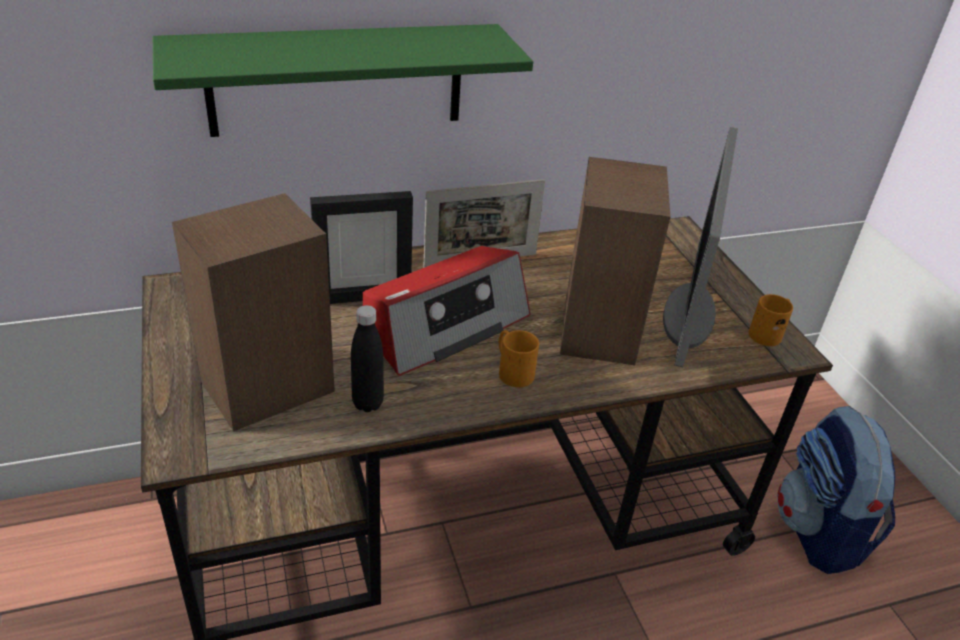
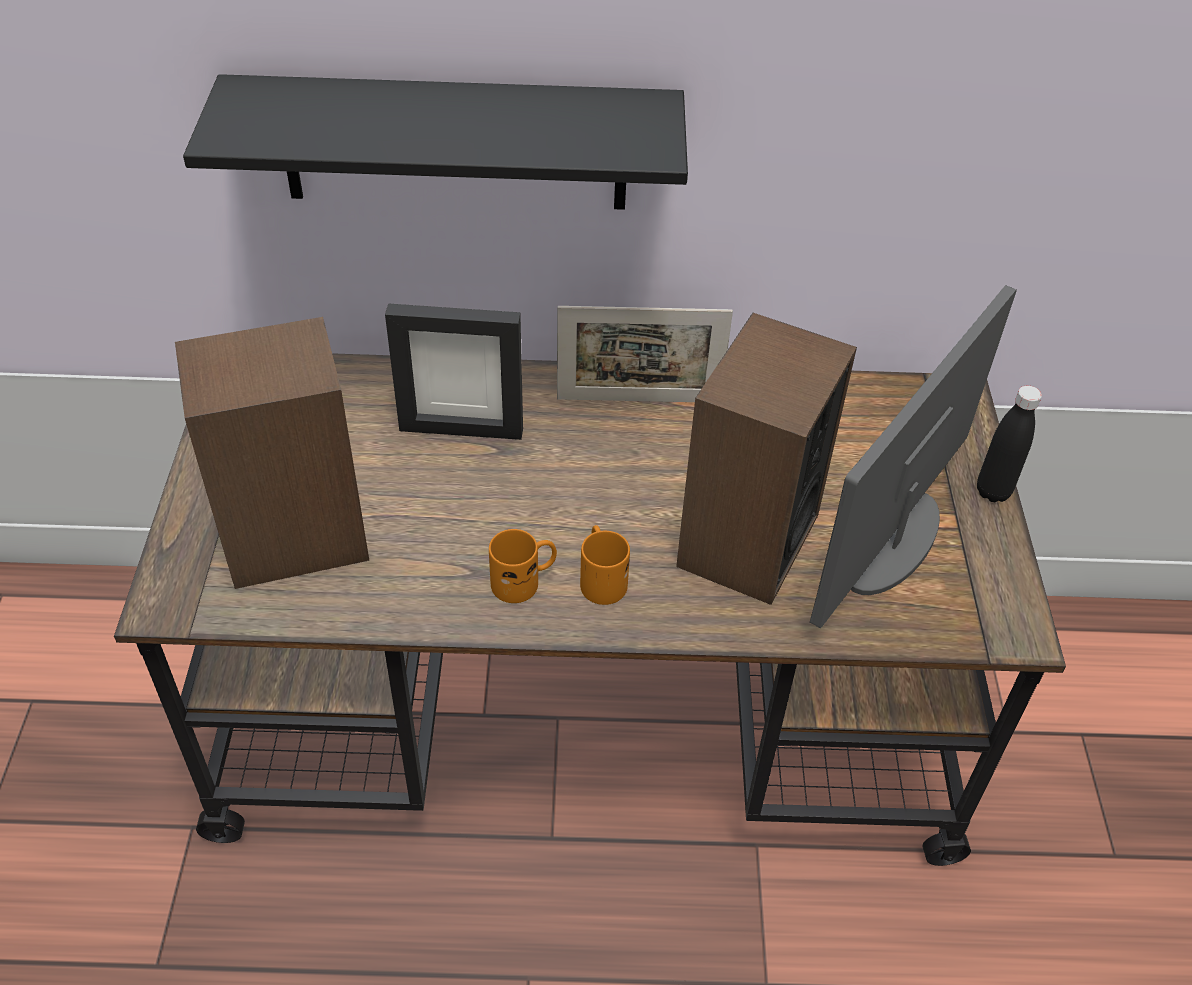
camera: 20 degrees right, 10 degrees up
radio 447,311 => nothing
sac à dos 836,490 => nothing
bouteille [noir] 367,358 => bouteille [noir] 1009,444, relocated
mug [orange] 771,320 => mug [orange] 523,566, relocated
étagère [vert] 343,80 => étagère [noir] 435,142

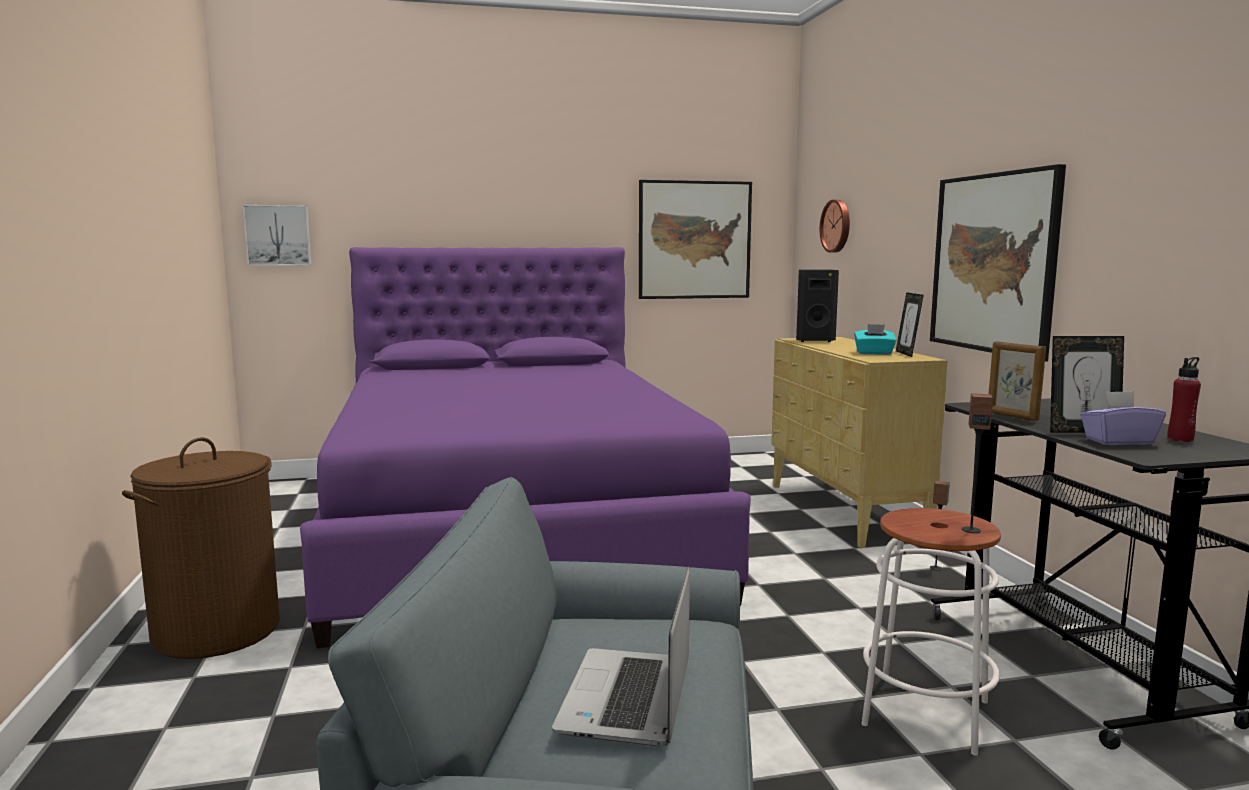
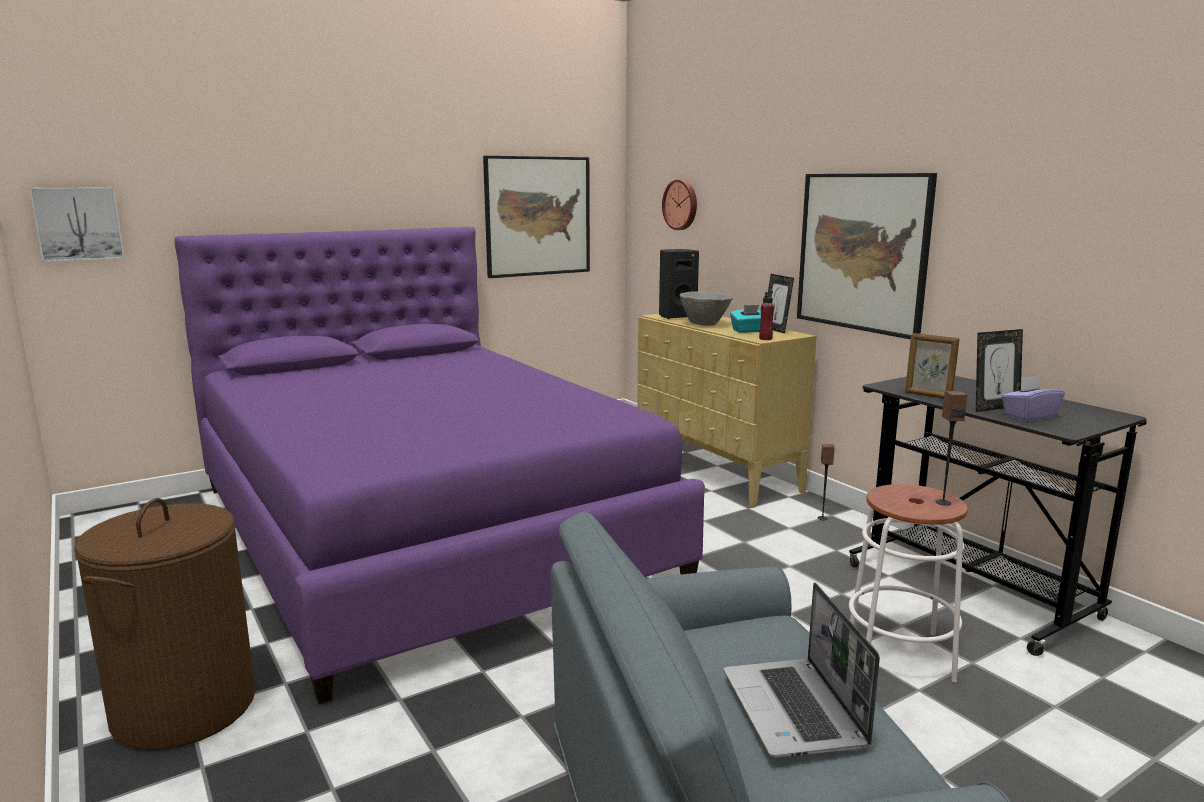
camera: 20 degrees left, 5 degrees up
nothing => bol [gris] 706,308
bouteille [rouge] 1184,399 => bouteille [rouge] 766,315, relocated

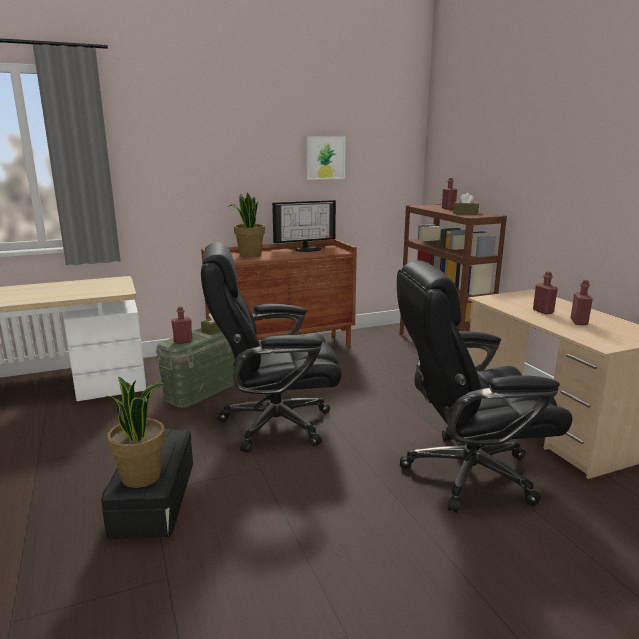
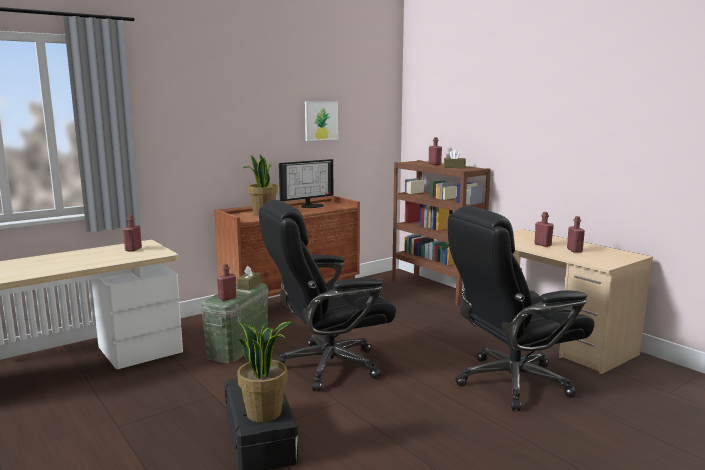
camera: 15 degrees left, 5 degrees down
nothing => bouteille [rouge] 132,233

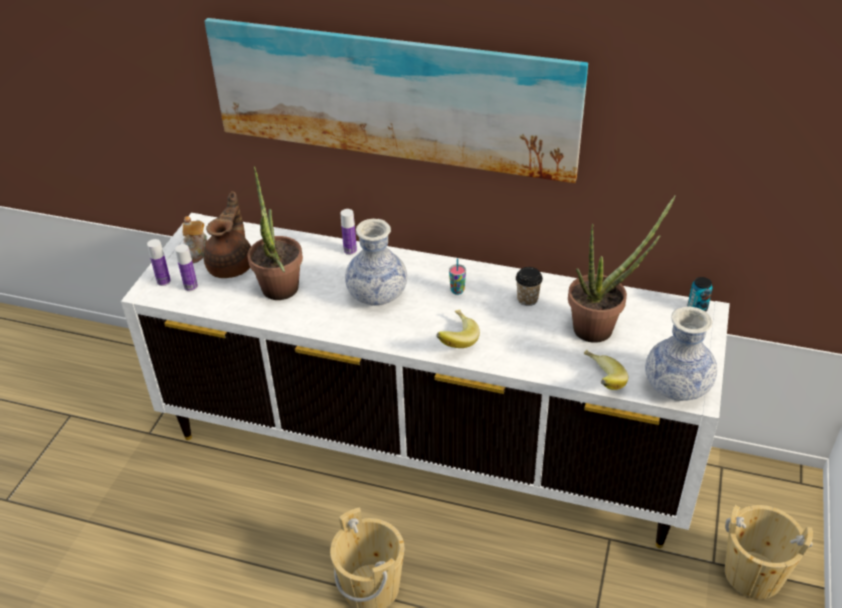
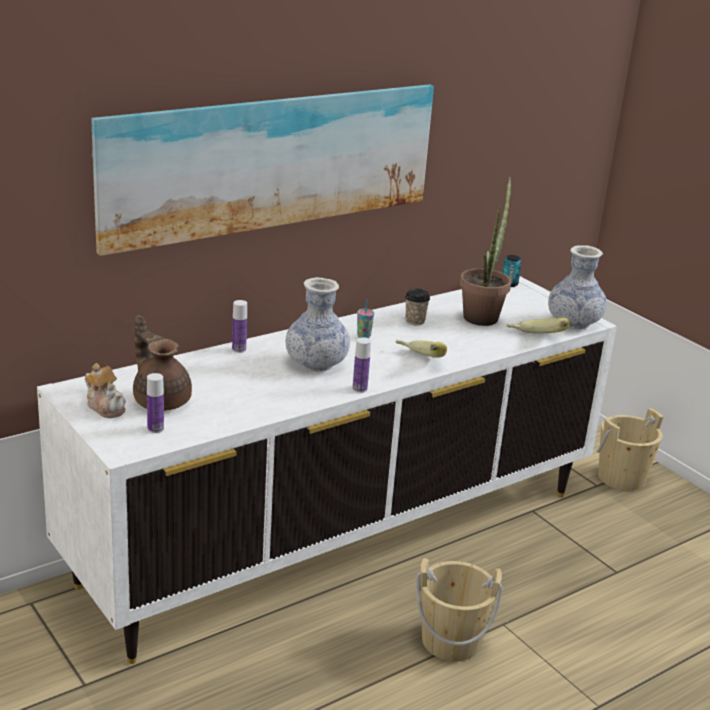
camera: 55 degrees left, 15 degrees down
plante en pot 275,233 => nothing
bouteille 159,262 => bouteille 362,365, relocated

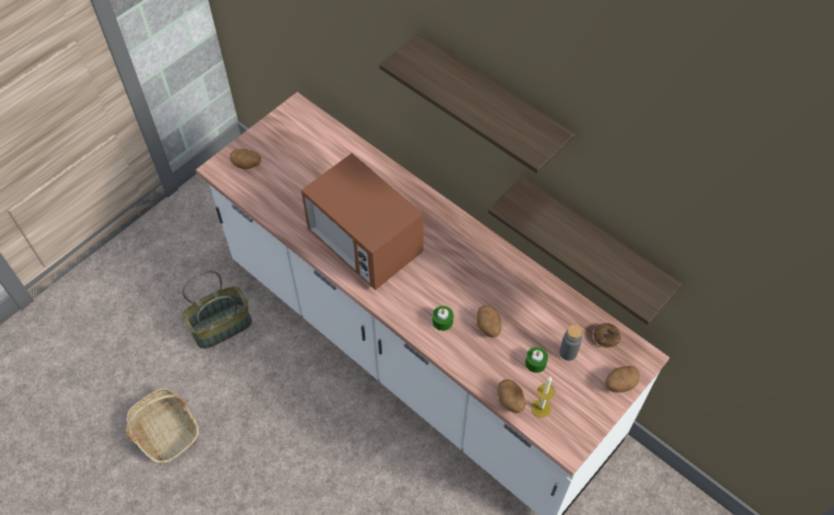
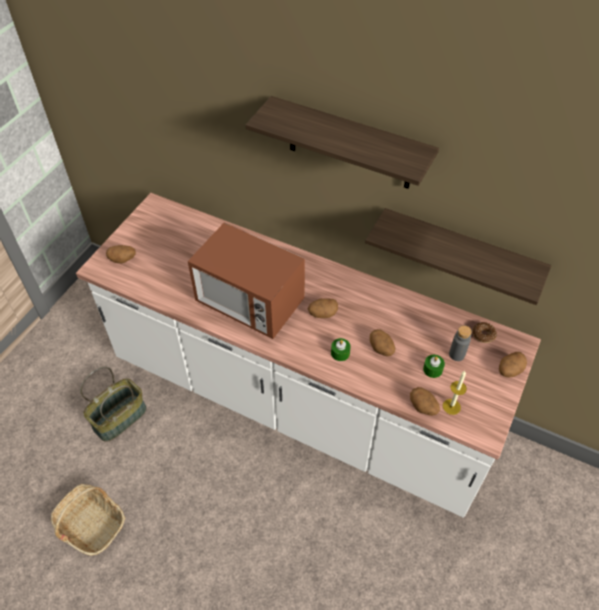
camera: 15 degrees left, 5 degrees down
nothing => pomme de terre 323,308

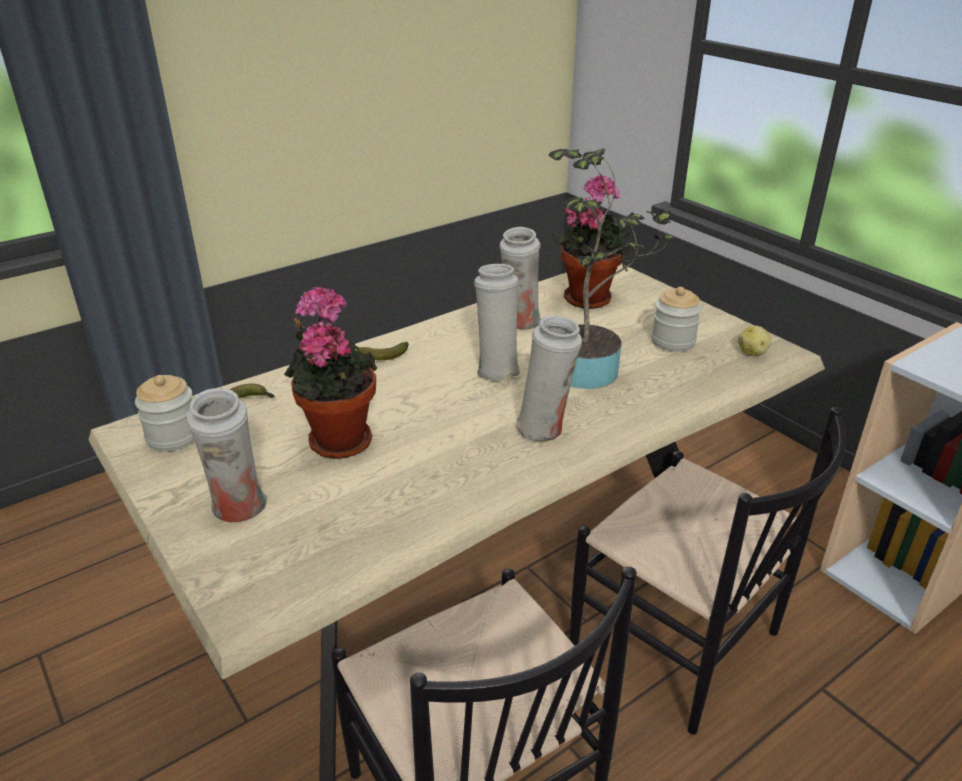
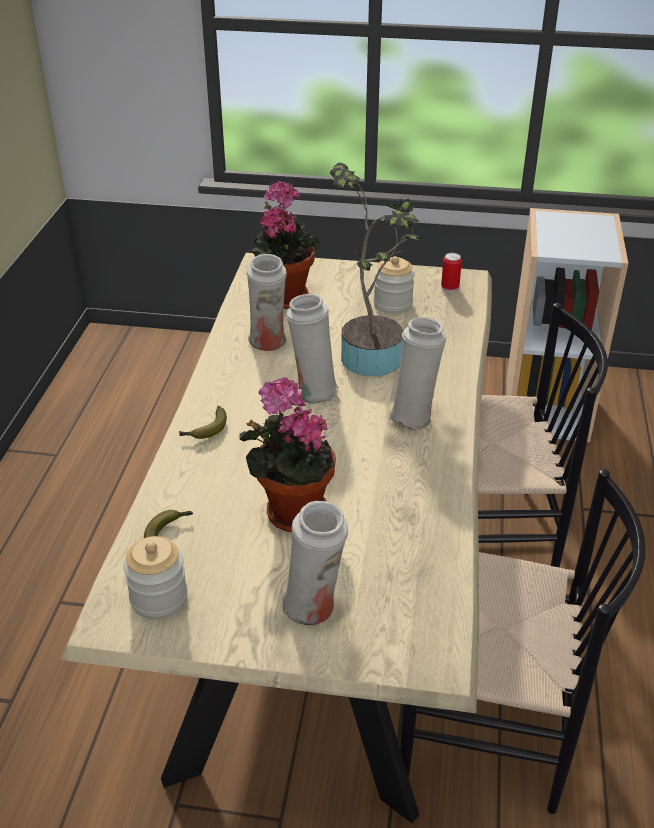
camera: 45 degrees left, 5 degrees up
pomme de terre 754,341 => boîte métallique 451,272

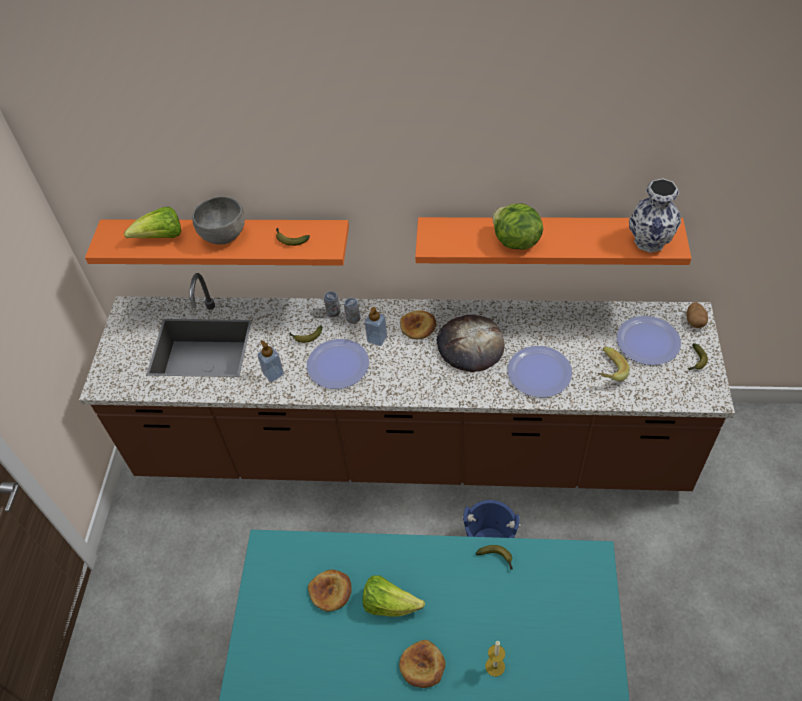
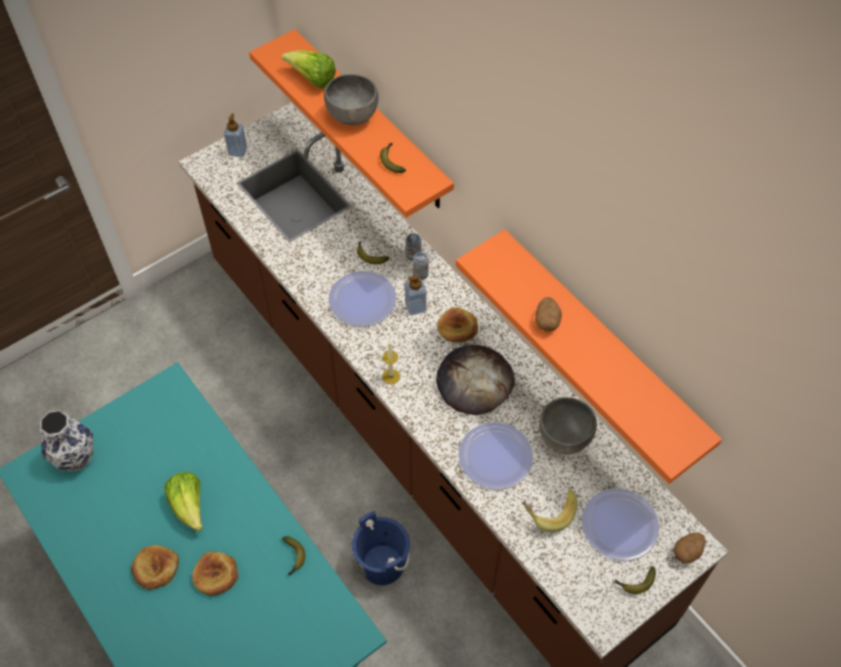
camera: 45 degrees right, 5 degrees up
nothing => bol [gris] 568,426
distributeur de savon 270,361 => distributeur de savon 235,135, relocated
pain 330,590 => pain 215,574, relocated
bougie 495,659 => bougie 391,362, relocated
vase 655,216 => vase 66,441, relocated
laitue 517,226 => pomme de terre 548,314

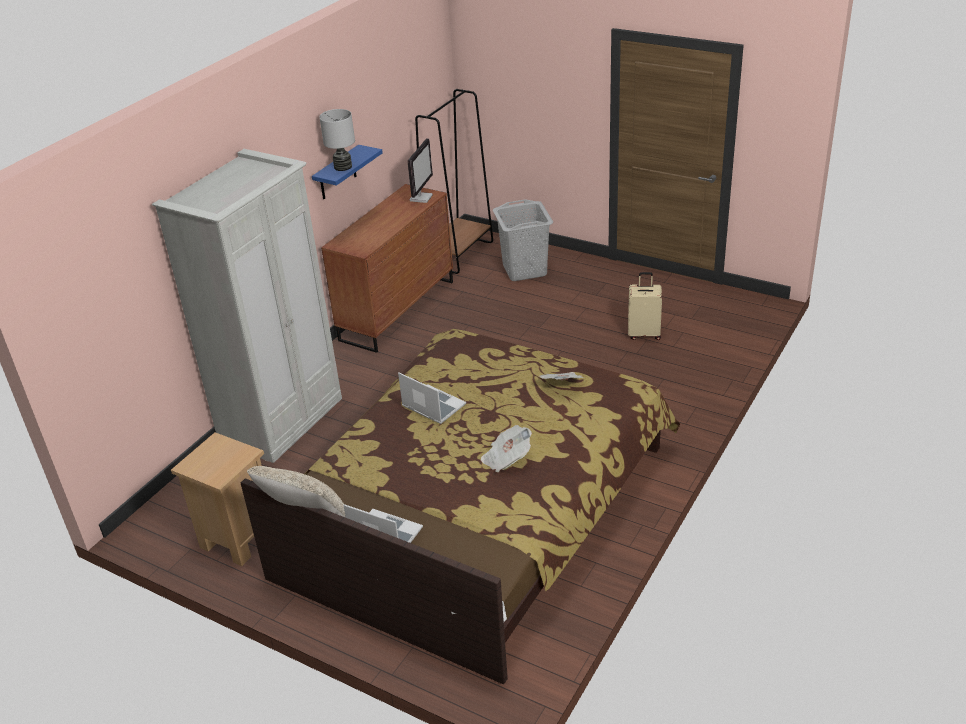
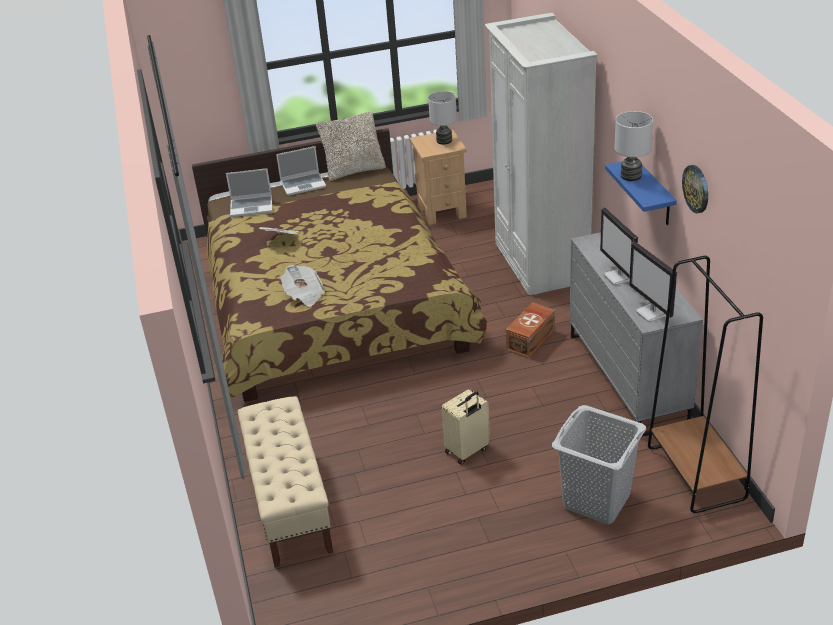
camera: 135 degrees right, 0 degrees up
nothing => banc [beige] 285,481
nothing => lampe de table [gris] 442,118
nothing => boîte de rangement [marron] 530,330
nothing => écran d'ordinateur 619,246
nothing => horloge murale 695,189
ordinateur portable 432,398 => ordinateur portable 249,192, relocated
valise [beige] 645,306 => valise [beige] 465,427, relocated
commode [marron] 387,268 => commode [gris] 636,334

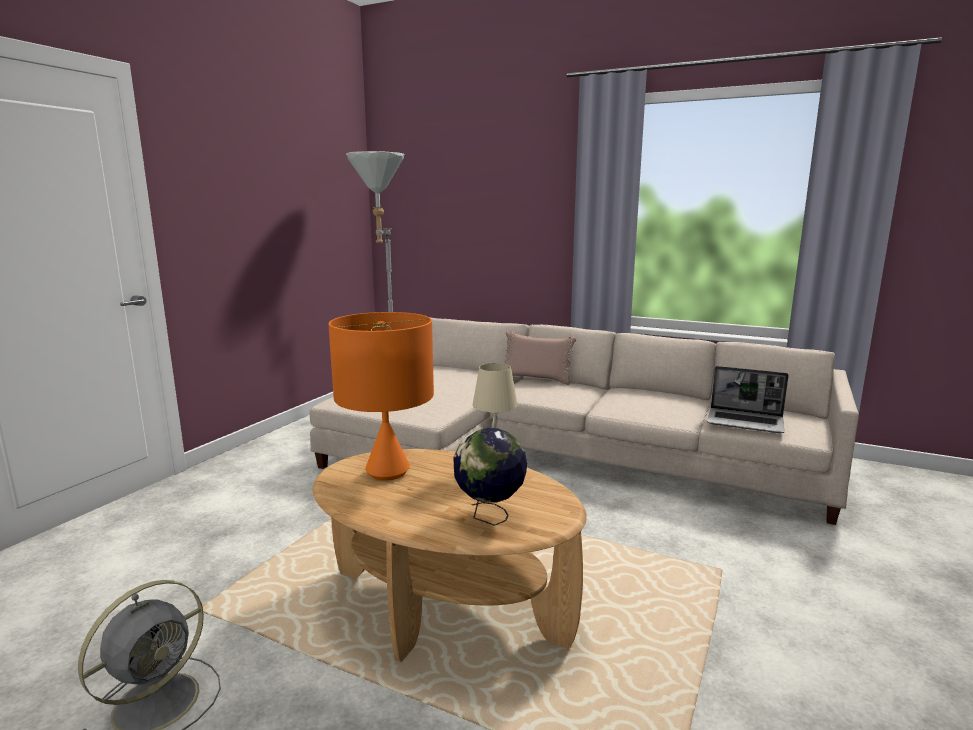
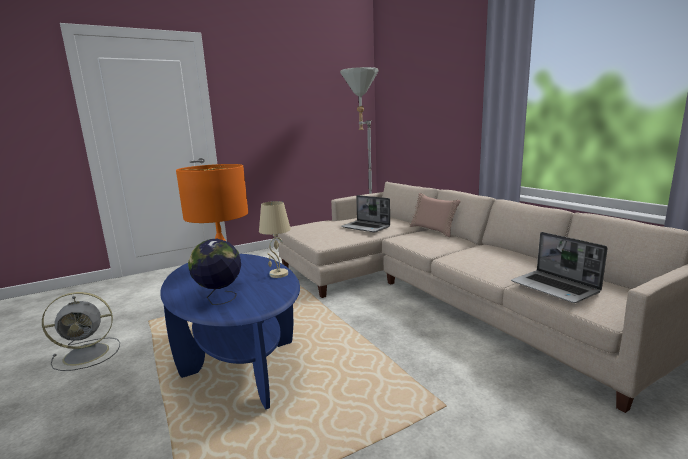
camera: 35 degrees right, 0 degrees up
nothing => ordinateur portable 365,214
table basse [marron] 450,555 => table basse [bleu] 230,332

